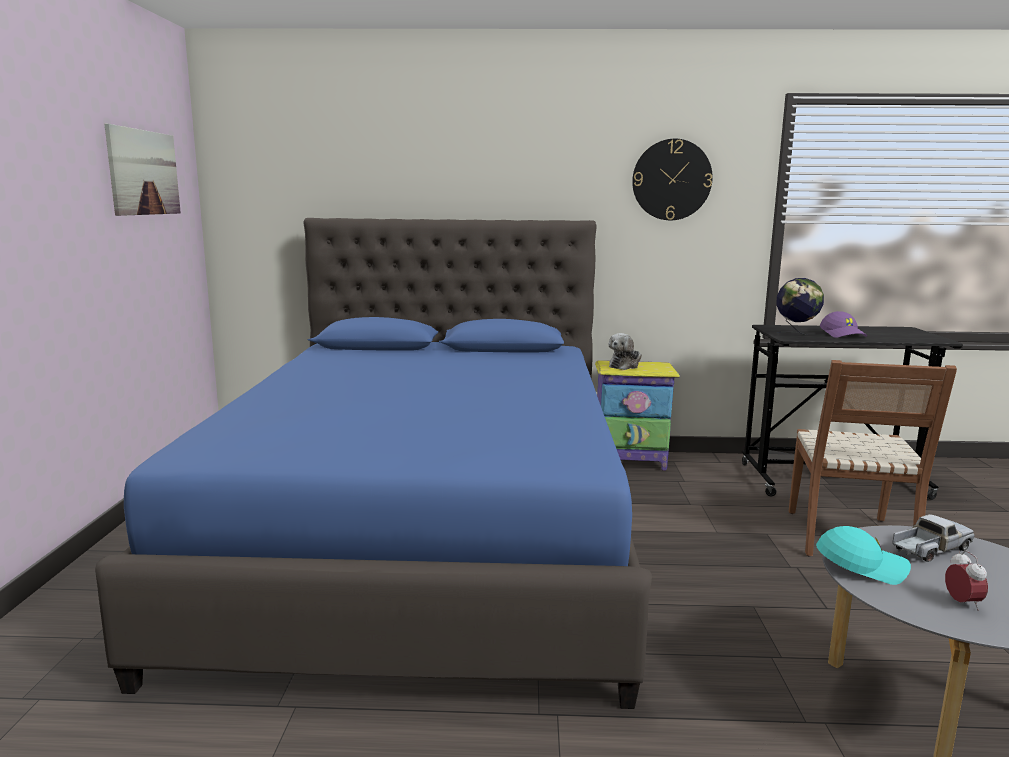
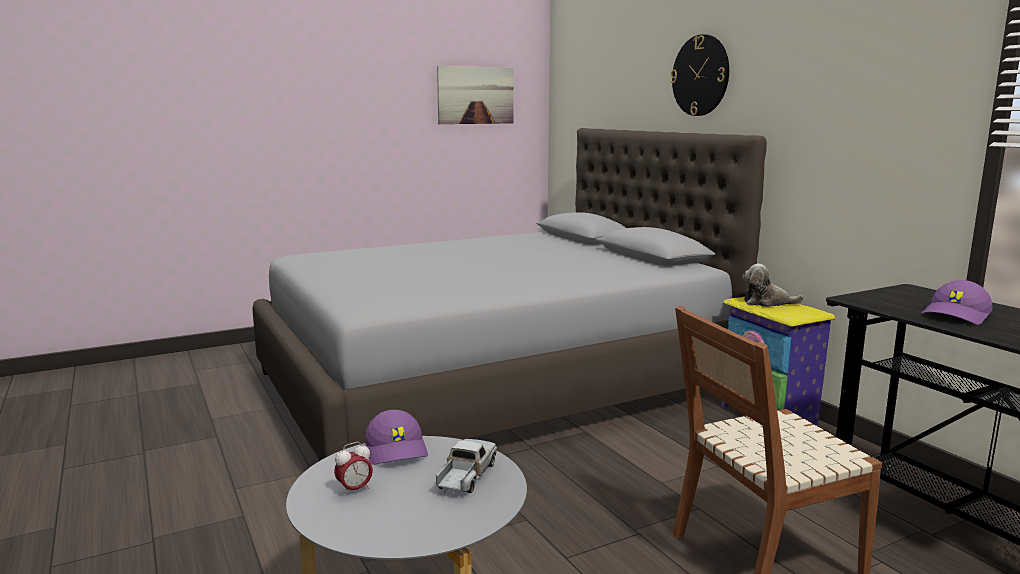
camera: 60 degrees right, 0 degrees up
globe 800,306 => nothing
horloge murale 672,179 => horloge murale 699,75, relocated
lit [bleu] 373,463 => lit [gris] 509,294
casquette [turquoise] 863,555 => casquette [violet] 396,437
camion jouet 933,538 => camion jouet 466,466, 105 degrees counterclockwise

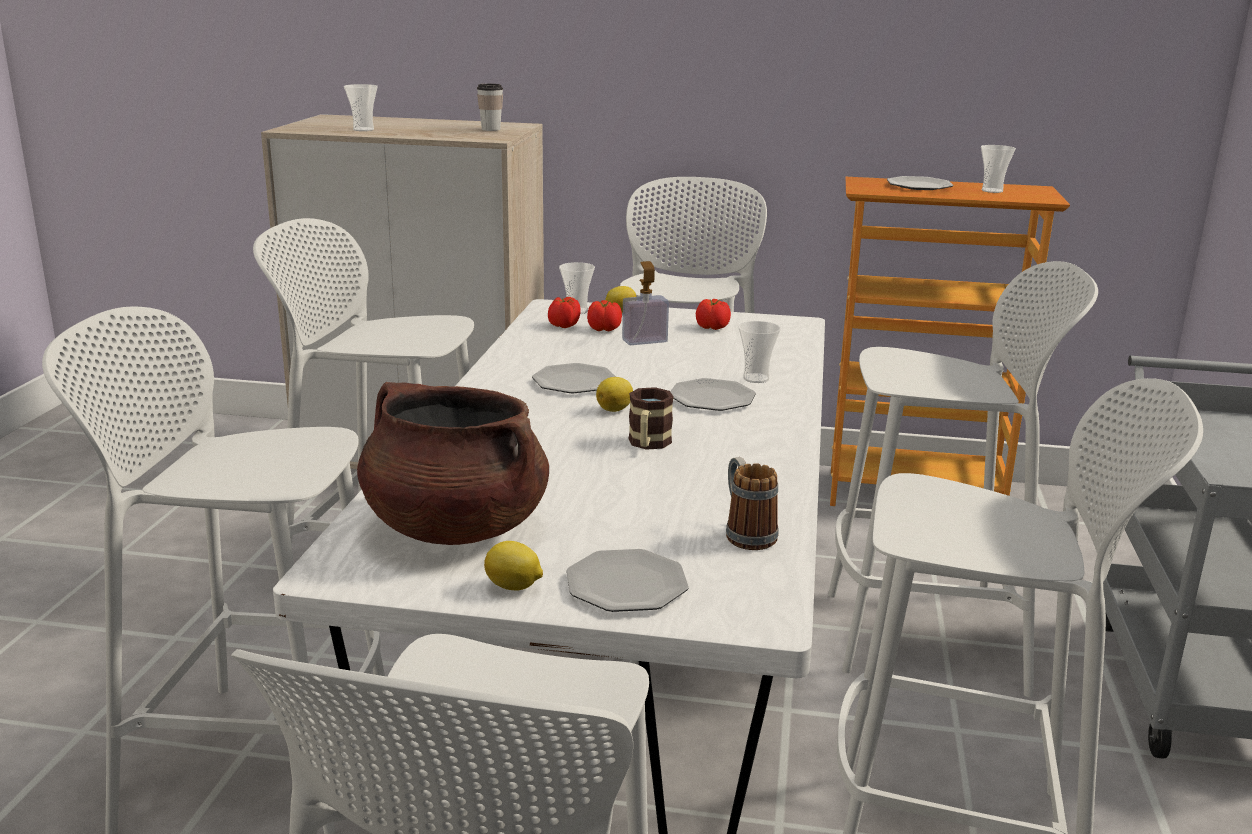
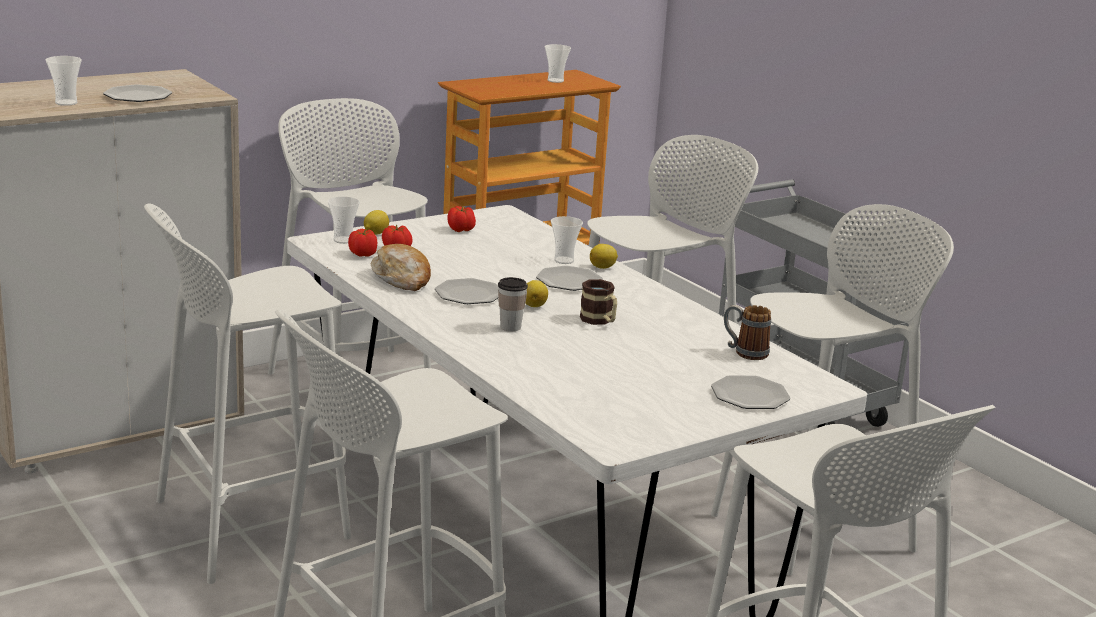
camera: 45 degrees left, 0 degrees up
marmite [marron] 453,463 => nothing
distributeur de savon 645,303 => nothing
nothing => pain 401,267
tasse 490,107 => tasse 513,304, relocated
citron 513,565 => citron 604,256, relocated
assiette 920,183 => assiette 137,93, relocated

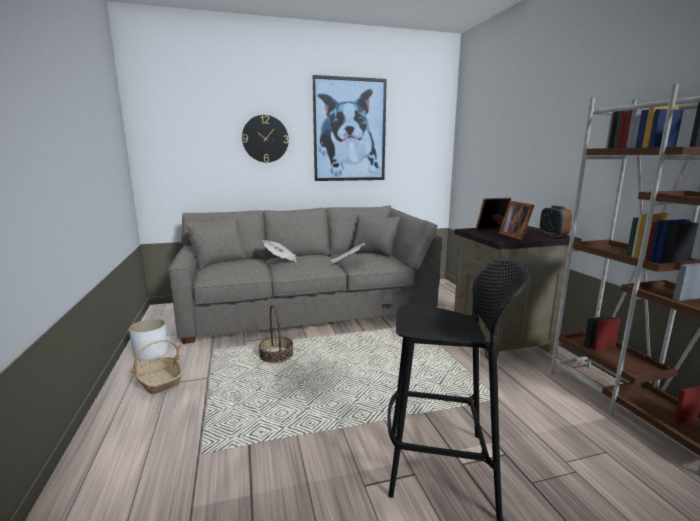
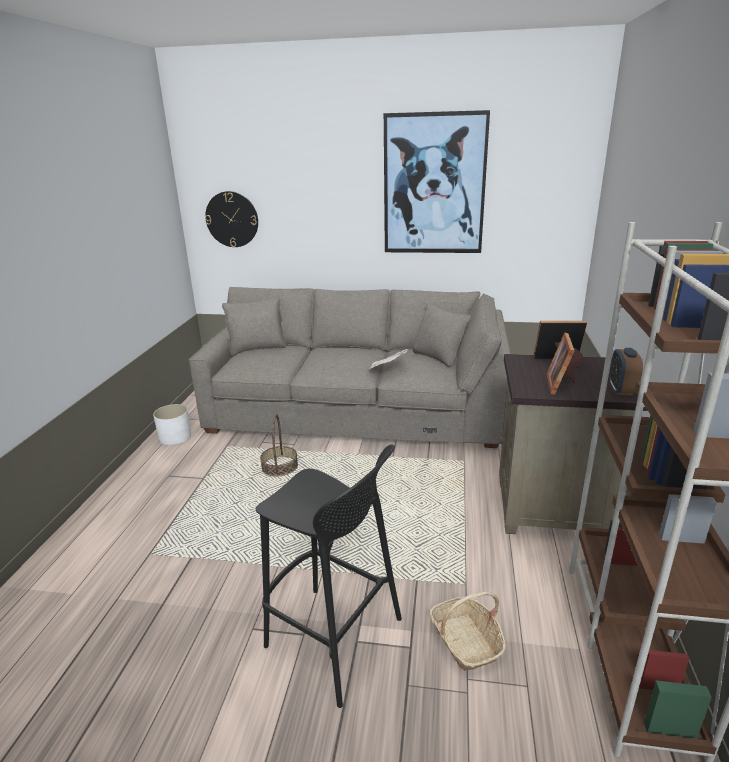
camera: 25 degrees right, 10 degrees up
journal 279,251 => nothing
panier 156,367 => panier 468,631, relocated
horloge murale 265,139 => horloge murale 231,219, relocated

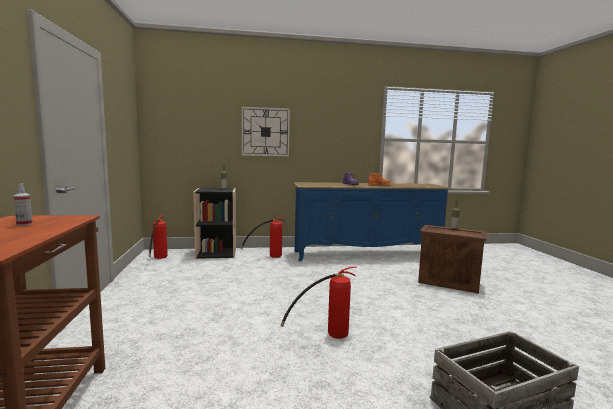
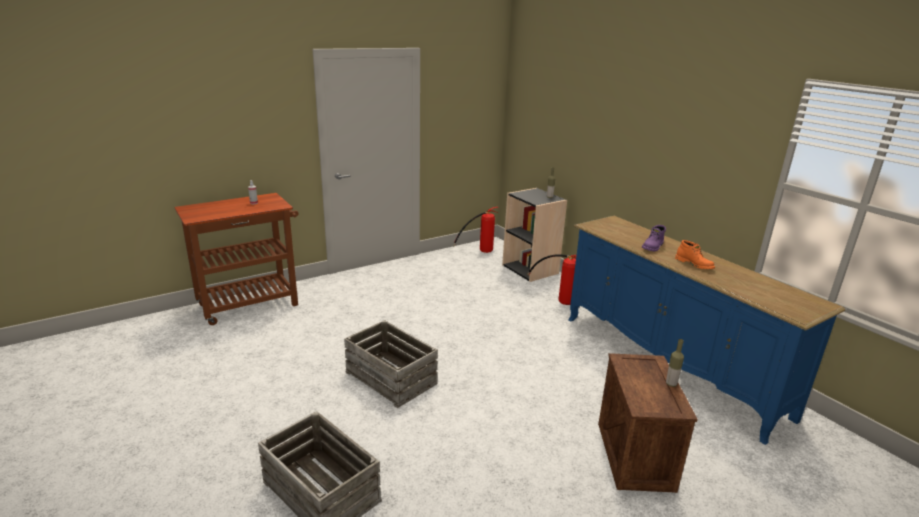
camera: 65 degrees right, 15 degrees up
horloge murale 266,131 => nothing
extincteur 318,303 => caisse 391,364

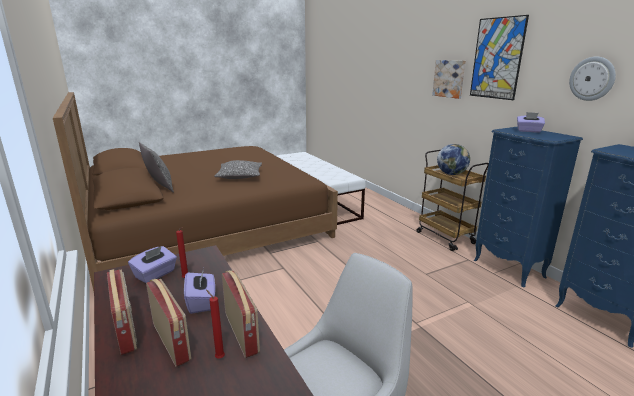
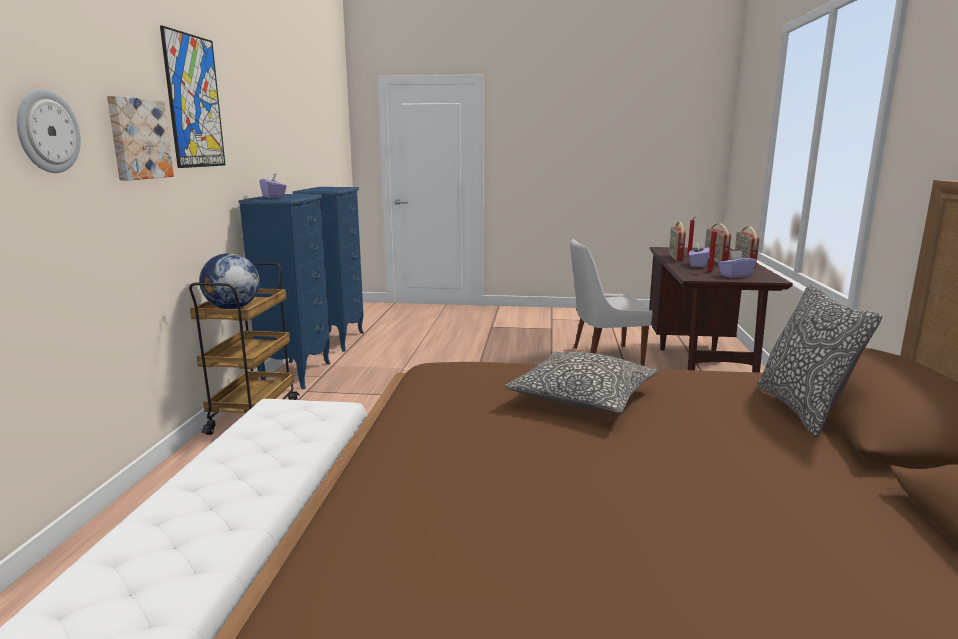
camera: 145 degrees left, 5 degrees down
horloge murale 592,79 => horloge murale 48,131, relocated

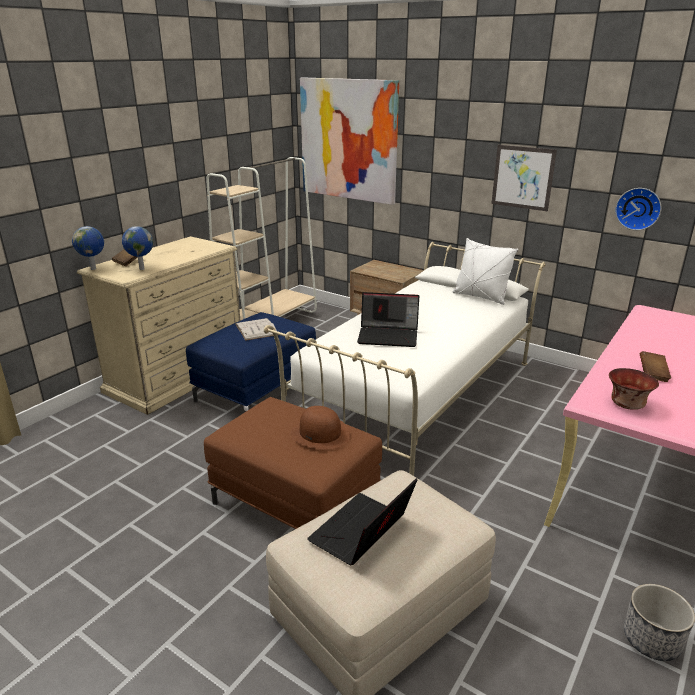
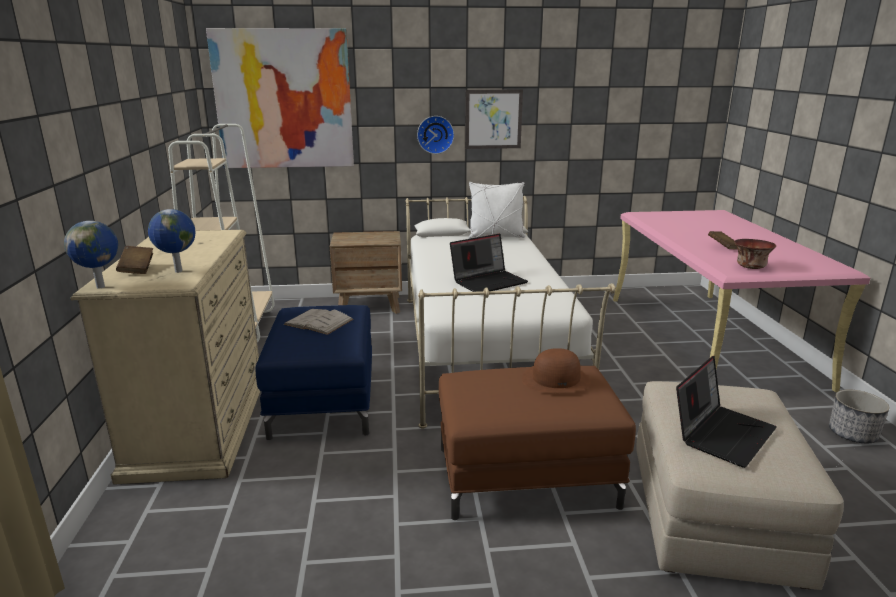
camera: 40 degrees left, 5 degrees down
horloge murale 638,209 => horloge murale 435,135, relocated
ordinateur portable 362,521 => ordinateur portable 726,412, 135 degrees counterclockwise

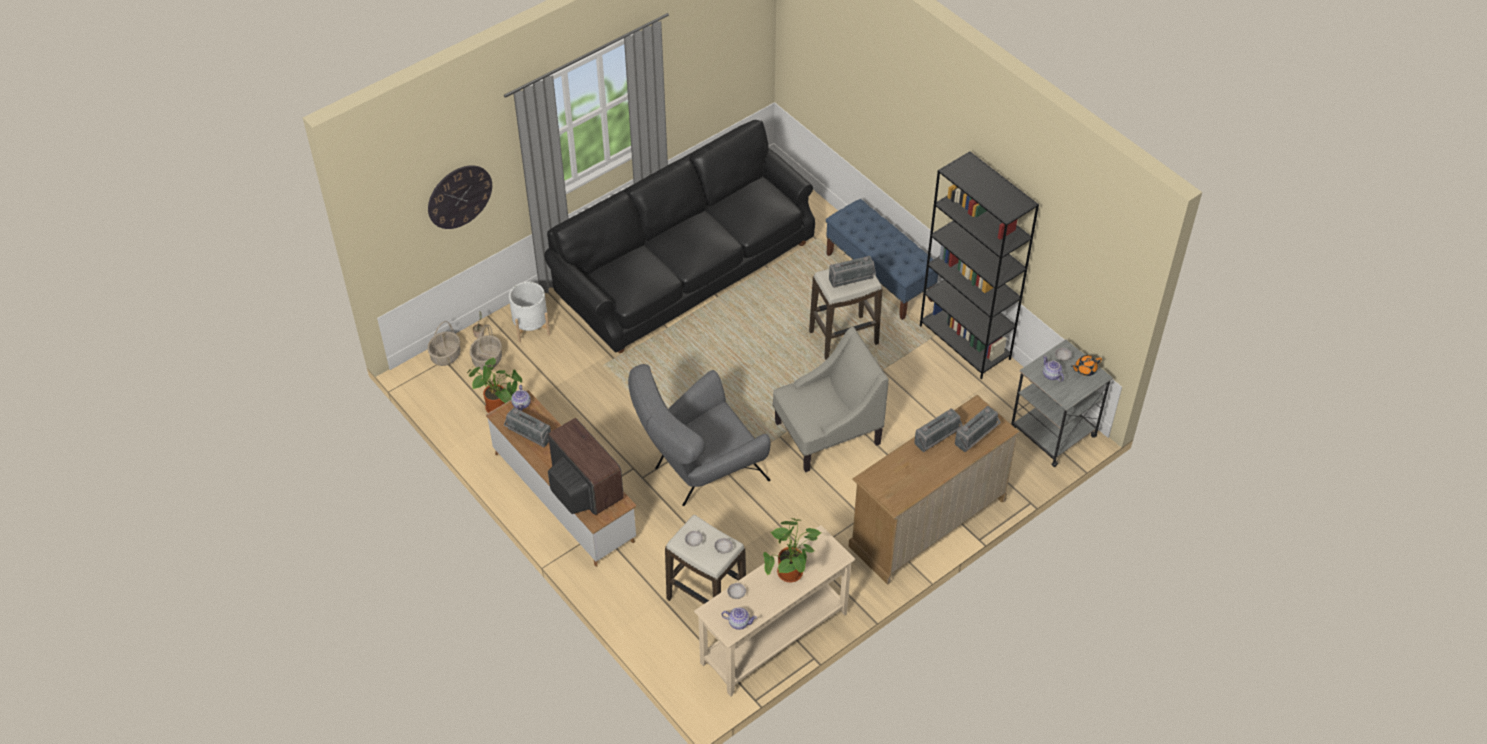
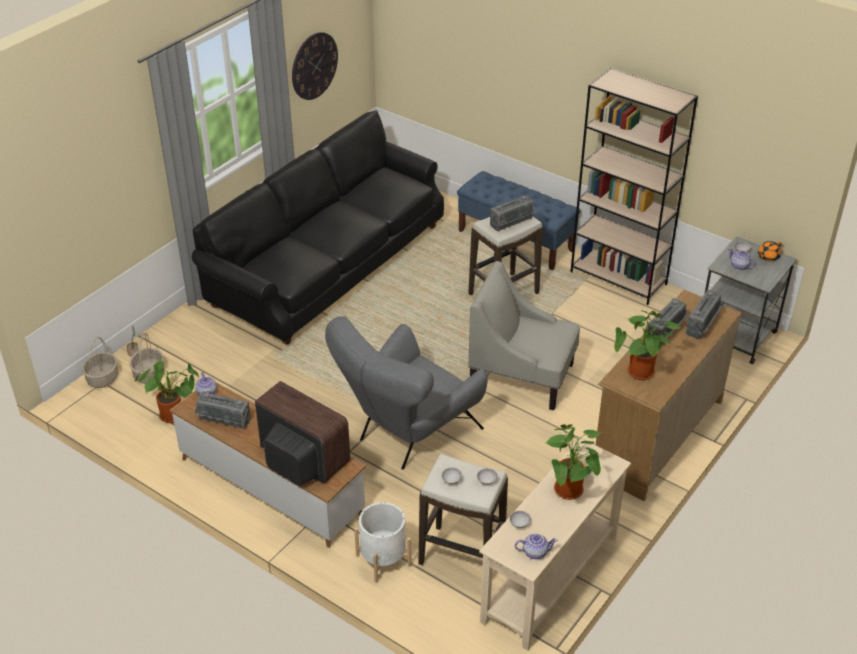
camera: 15 degrees left, 10 degrees down
nothing => plante en pot 647,345
horloge murale 460,197 => horloge murale 315,66, relocated
cache-pot [blanc] 529,312 => cache-pot [blanc] 382,542, relocated
bibliothèque [noir] 979,265 => bibliothèque [beige] 634,186
fauteuil [gris] 831,400 => fauteuil [gris] 524,335, 120 degrees counterclockwise

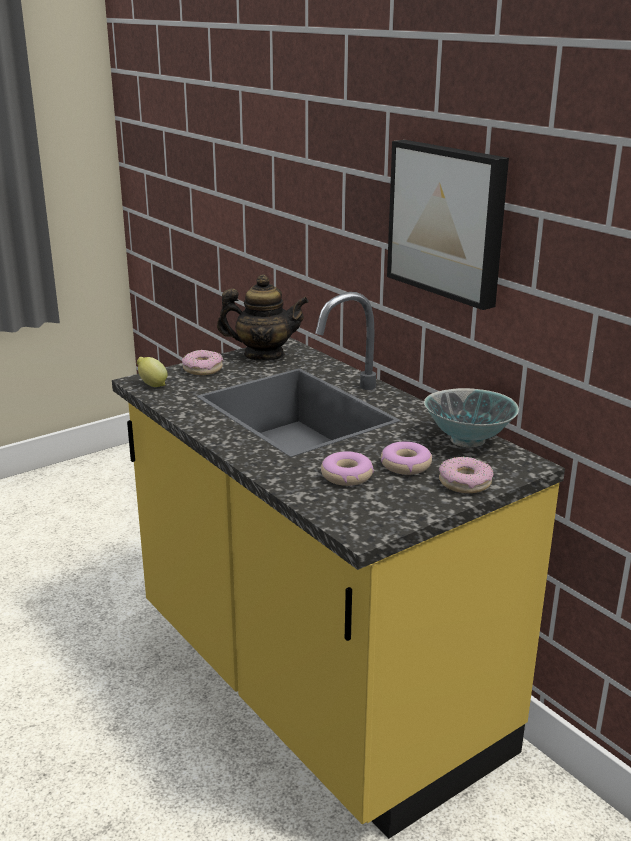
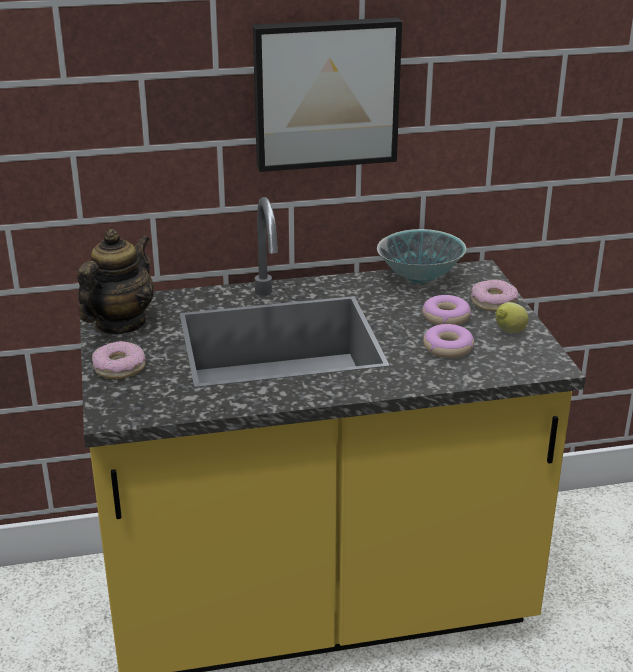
camera: 65 degrees left, 5 degrees up
citron 152,372 => citron 511,317, relocated

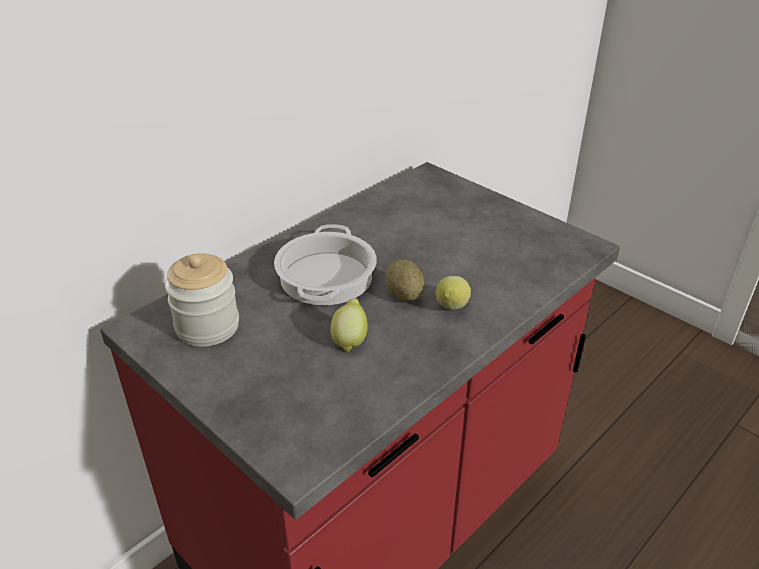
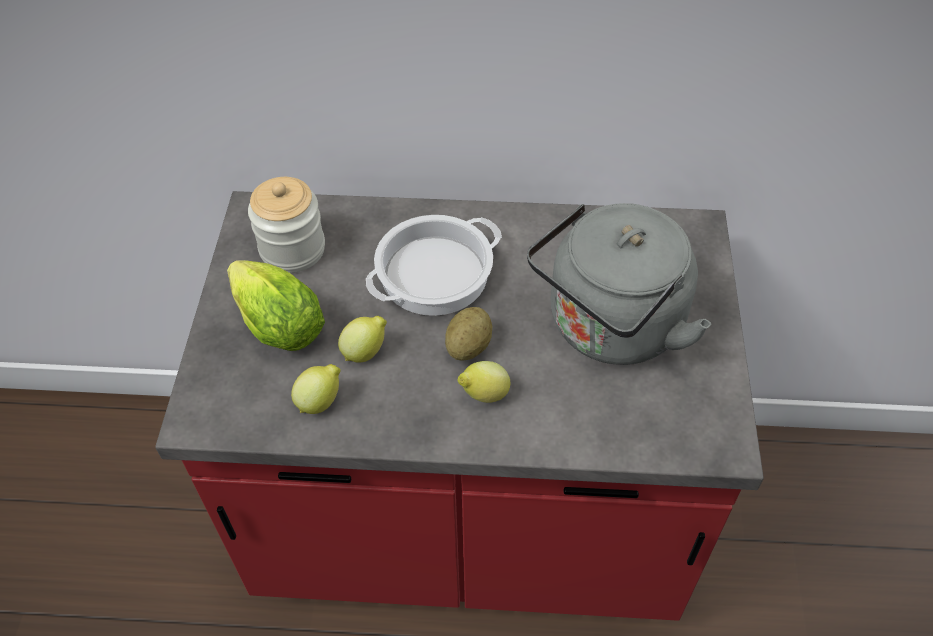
camera: 50 degrees right, 15 degrees up
nothing => laitue 276,305
nothing => citron 316,389
nothing => bouilloire [gris] 619,284

